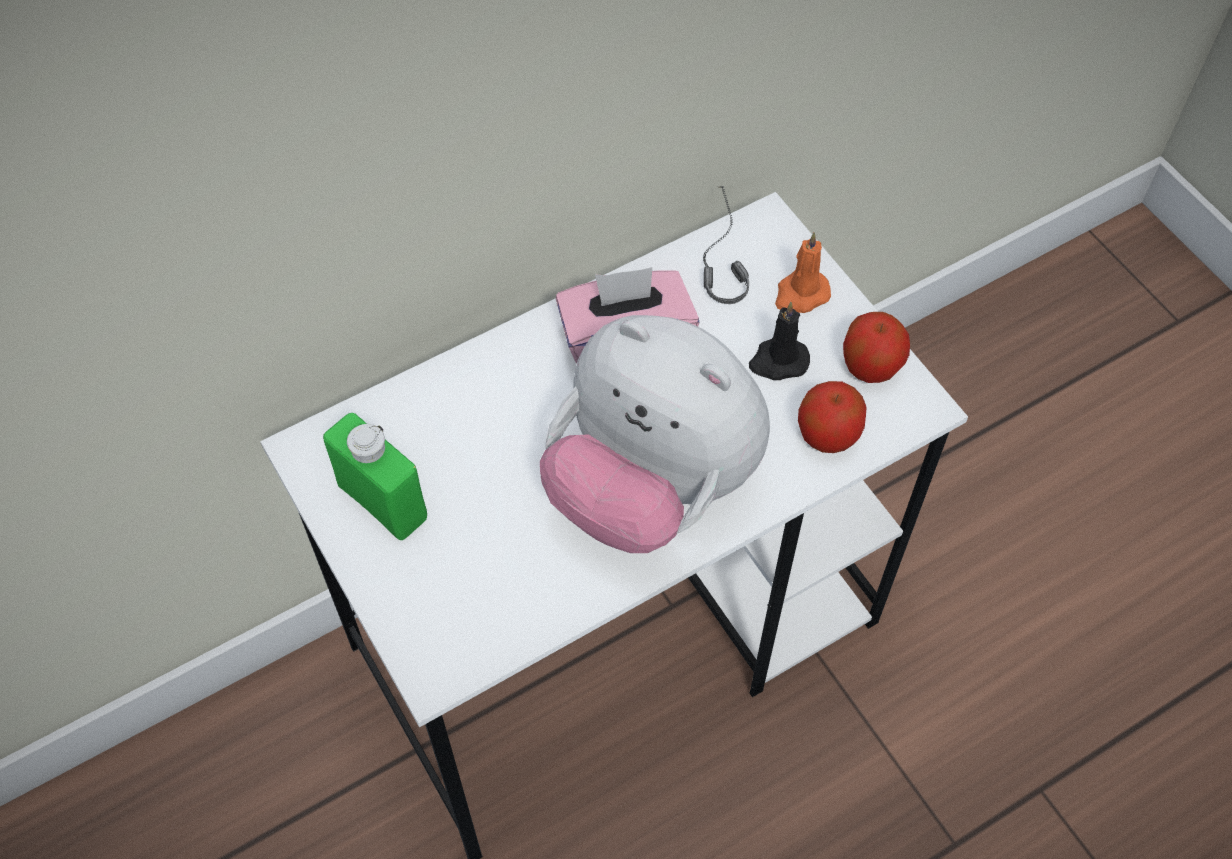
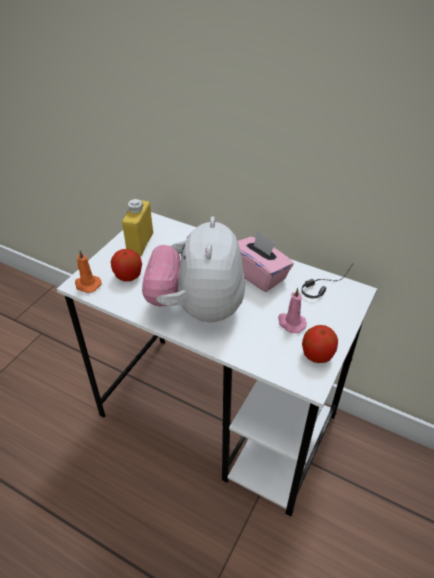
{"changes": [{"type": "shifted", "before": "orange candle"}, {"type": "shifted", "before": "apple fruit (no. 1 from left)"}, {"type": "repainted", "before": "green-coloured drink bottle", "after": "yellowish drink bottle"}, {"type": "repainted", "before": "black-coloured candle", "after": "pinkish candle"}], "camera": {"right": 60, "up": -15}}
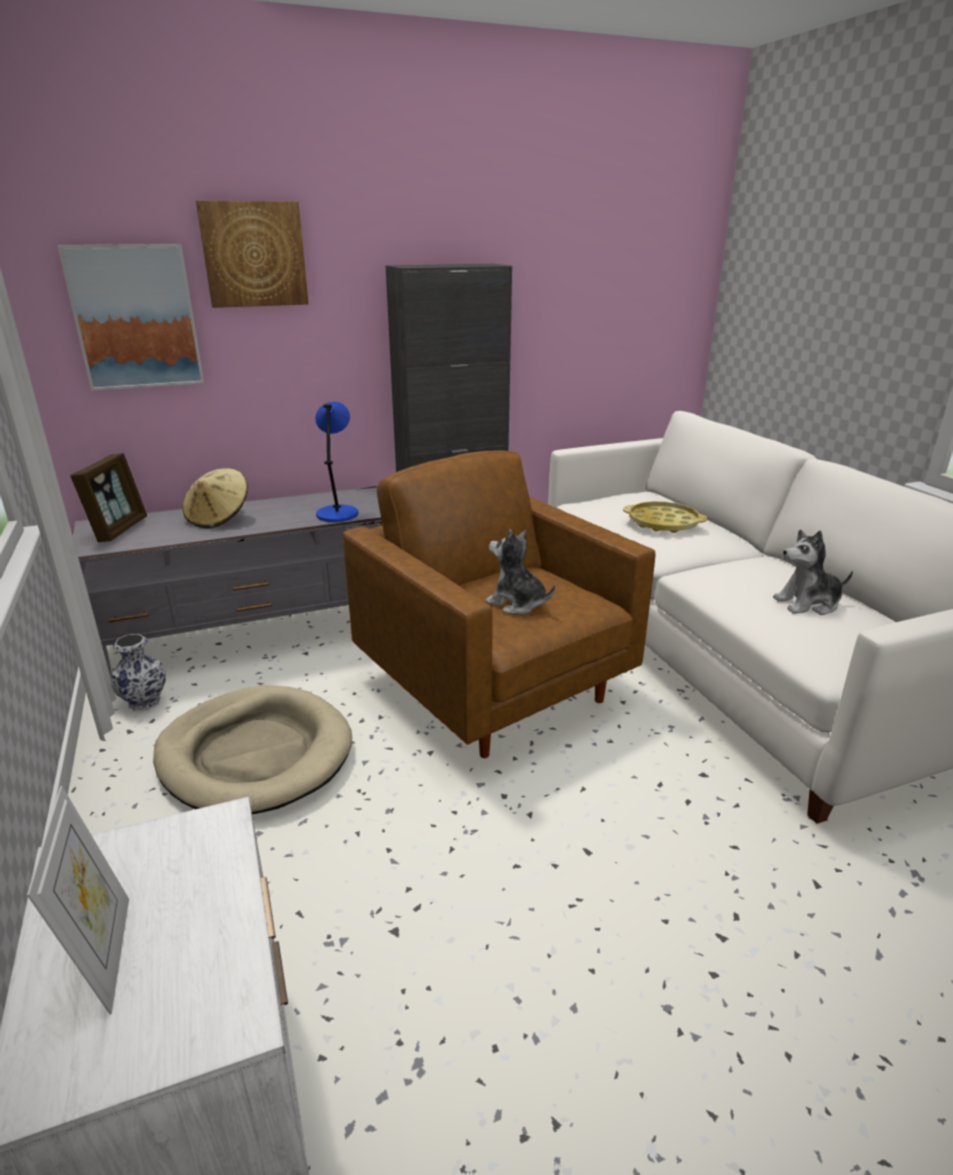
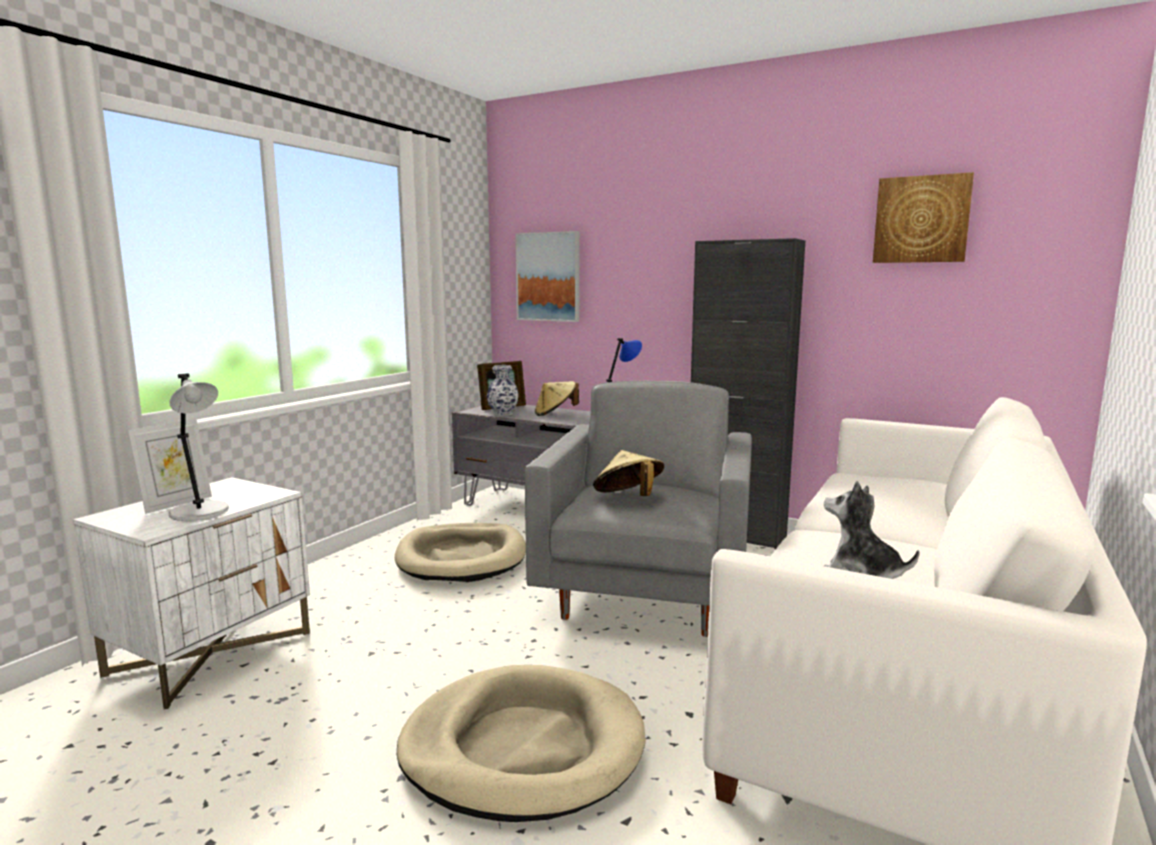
{"changes": [{"type": "new", "after": "gray table lamp"}, {"type": "new", "after": "beige dog cushion (no. 2 from left)"}, {"type": "shifted", "before": "vase"}, {"type": "repainted", "before": "brownish lounge chair", "after": "gray lounge chair"}, {"type": "swapped", "before": "plush toy (no. 1 from left)", "after": "beige clothing hat (no. 2 from left)"}, {"type": "shifted", "before": "wall picture (no. 2 from left)"}, {"type": "gone", "before": "yellowish carrying tray"}], "camera": {"right": 50, "up": -15}}
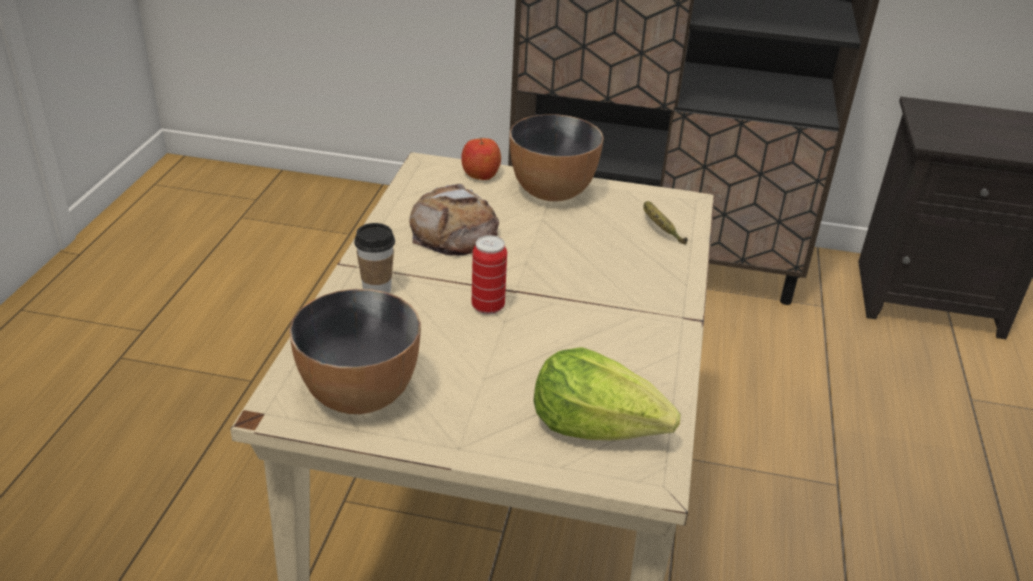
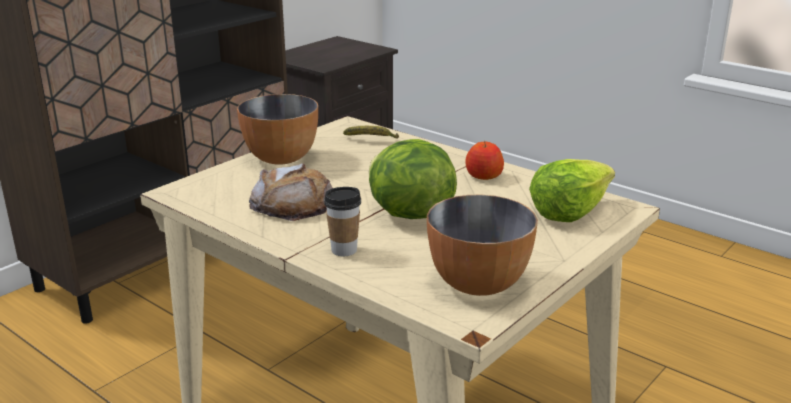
{"changes": [{"type": "swapped", "before": "metal can", "after": "lettuce (no. 1 from left)"}, {"type": "shifted", "before": "apple fruit"}], "camera": {"right": -60, "up": -10}}
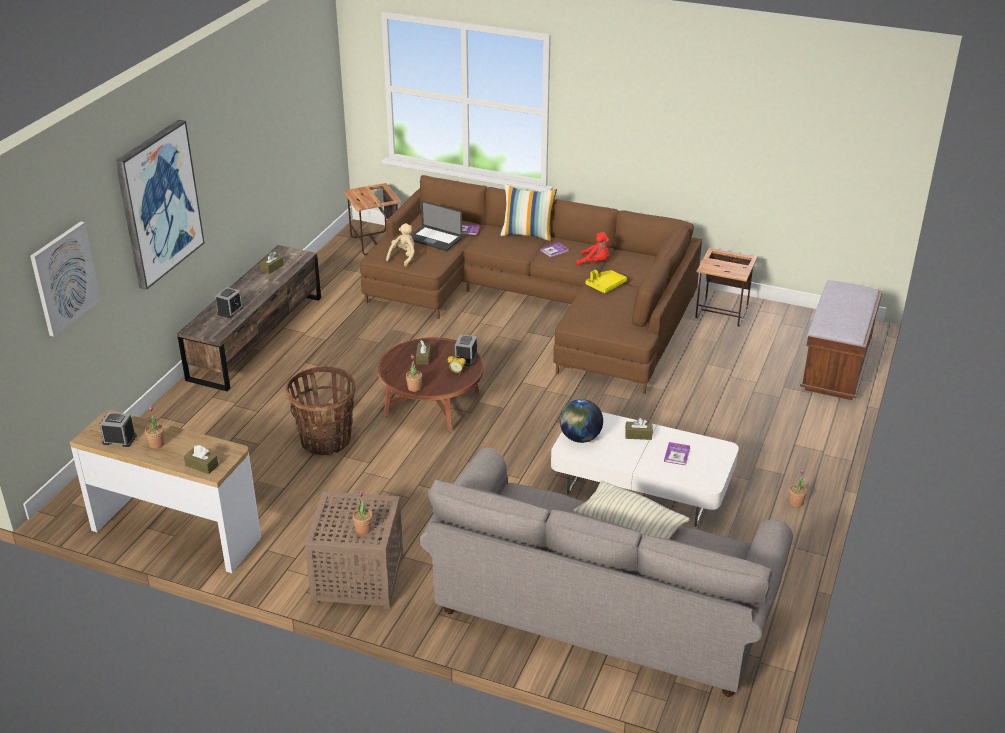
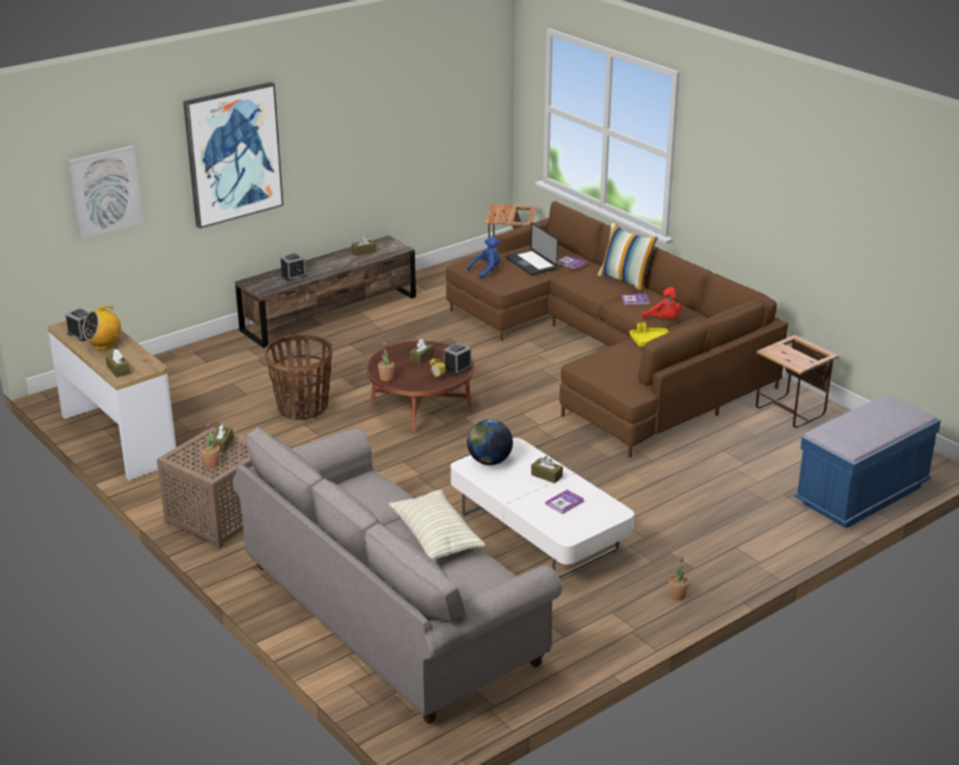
{"changes": [{"type": "swapped", "before": "potted plant (no. 1 from left)", "after": "radio set"}, {"type": "new", "after": "brownish tissue box (no. 2 from left)"}, {"type": "repainted", "before": "beige plush toy", "after": "blue-coloured plush toy"}, {"type": "repainted", "before": "brownish indoor bench", "after": "blue-coloured indoor bench"}], "camera": {"right": 30, "up": -5}}
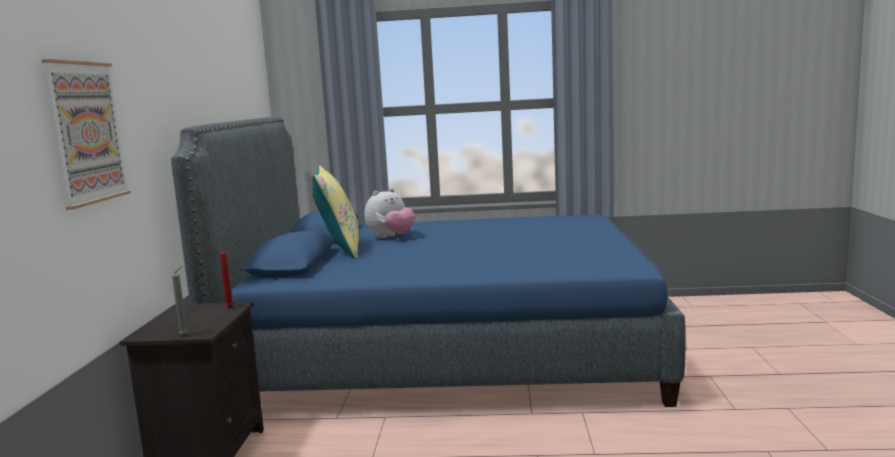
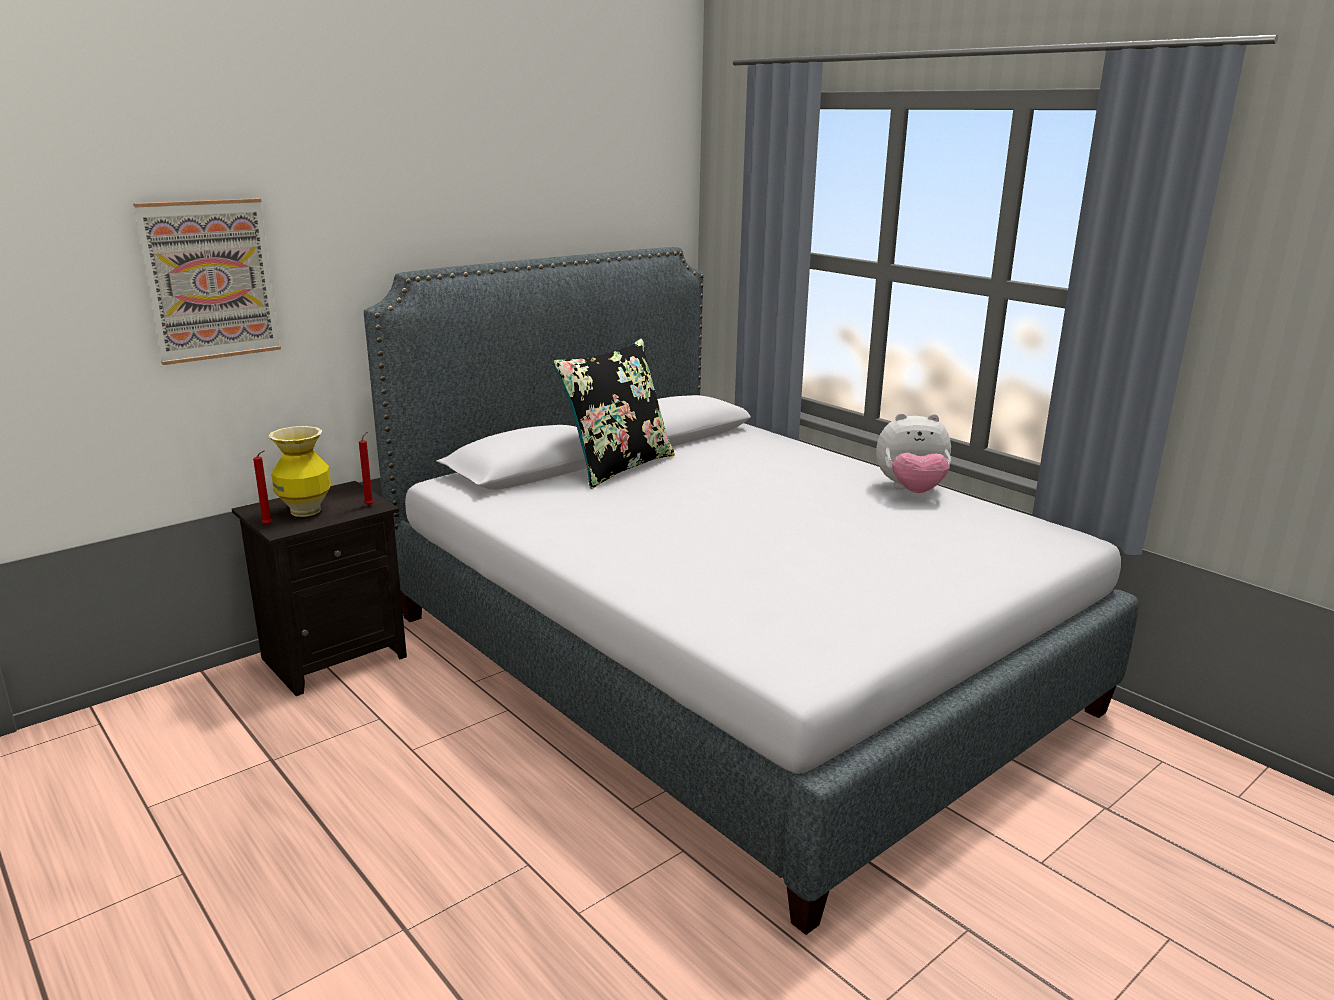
{"changes": [{"type": "repainted", "before": "gray candle", "after": "red candle (no. 1 from left)"}, {"type": "new", "after": "vase"}, {"type": "repainted", "before": "blue-coloured bed", "after": "gray bed"}, {"type": "repainted", "before": "yellowish pillow", "after": "black-coloured pillow"}, {"type": "shifted", "before": "plush toy"}], "camera": {"right": 45, "up": 10}}
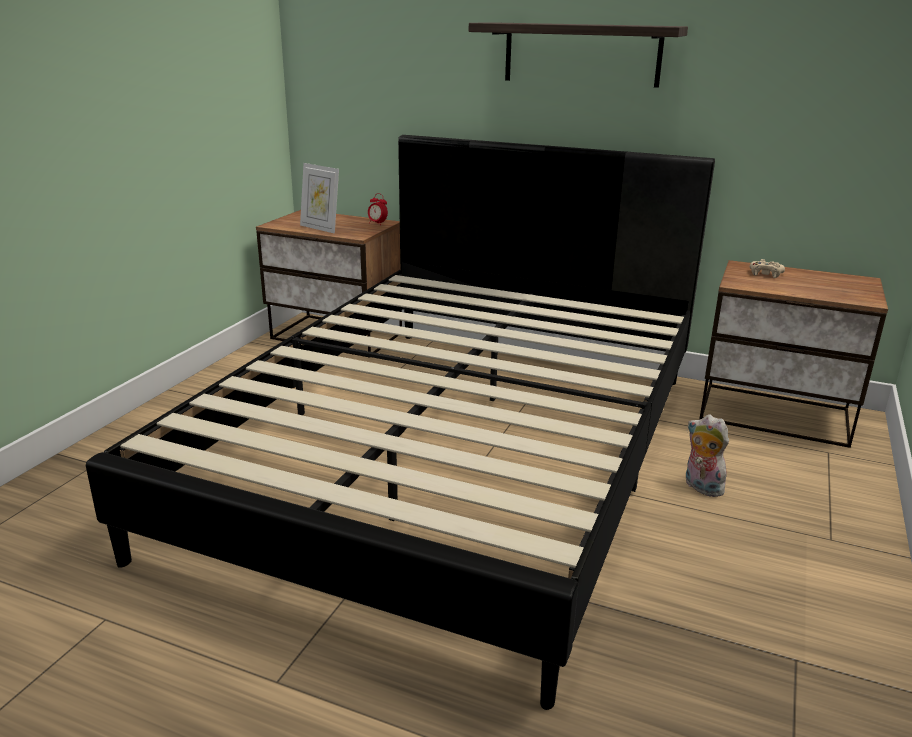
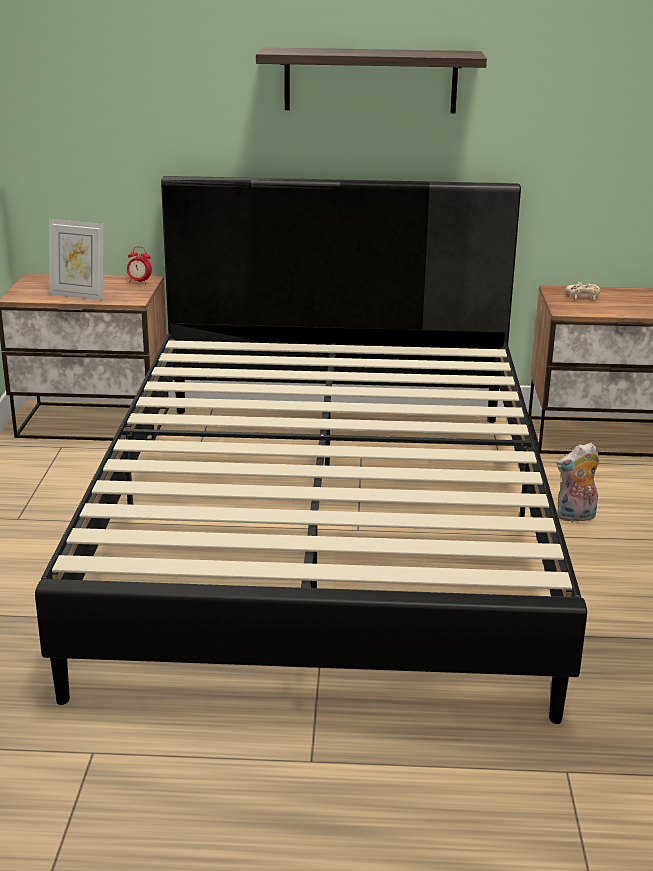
{"changes": [{"type": "rotated", "before": "plush toy", "turn": -45}], "camera": {"right": -20, "up": 0}}
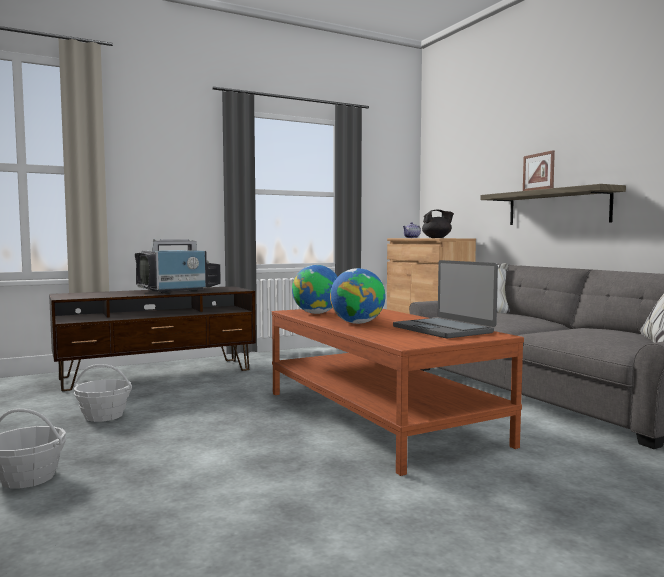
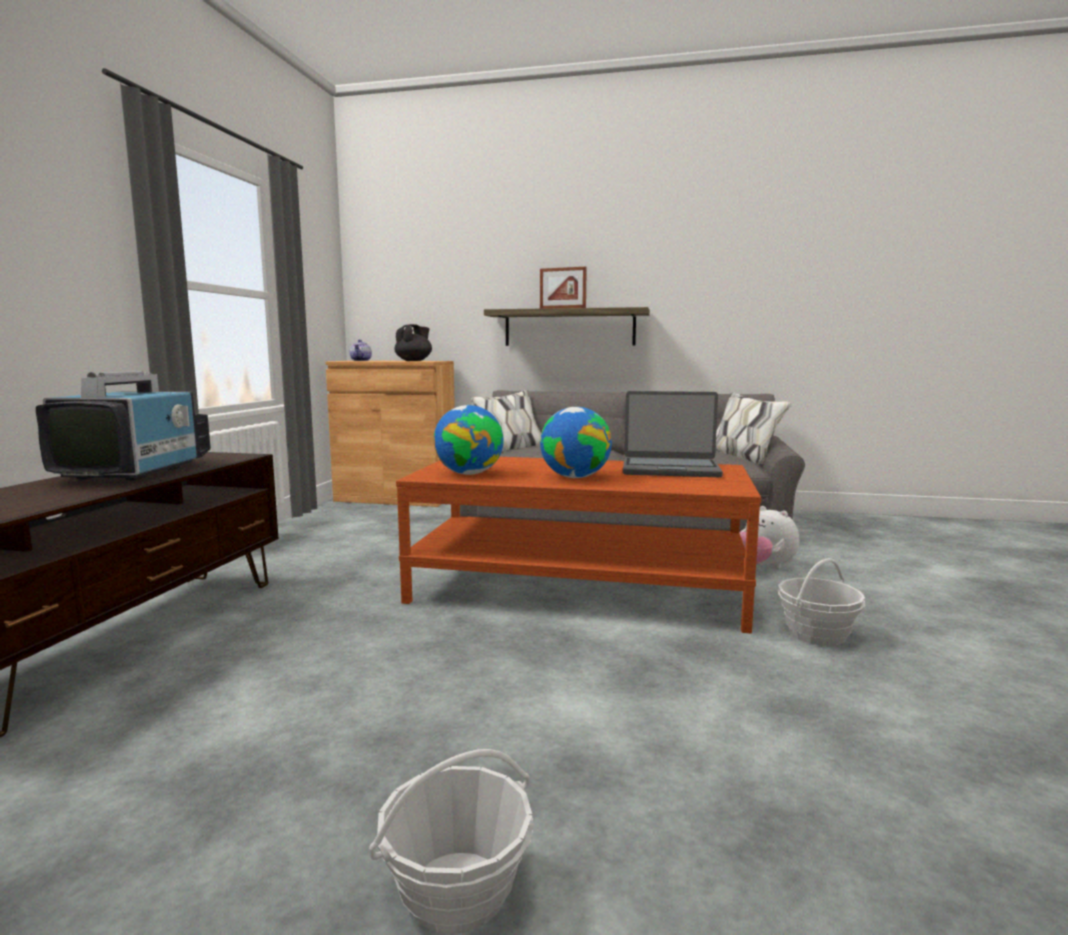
{"changes": [{"type": "new", "after": "plush toy"}, {"type": "shifted", "before": "basket (no. 2 from left)"}], "camera": {"right": -50, "up": 5}}
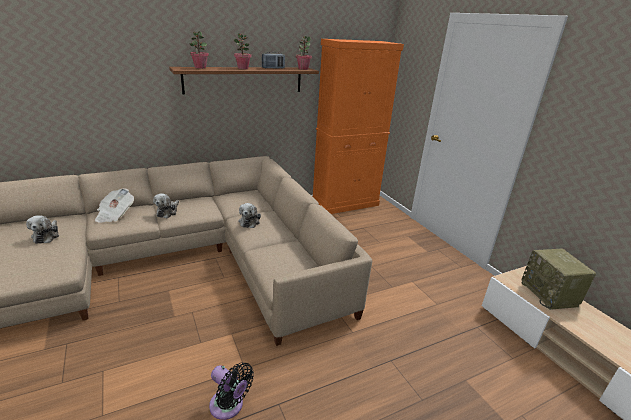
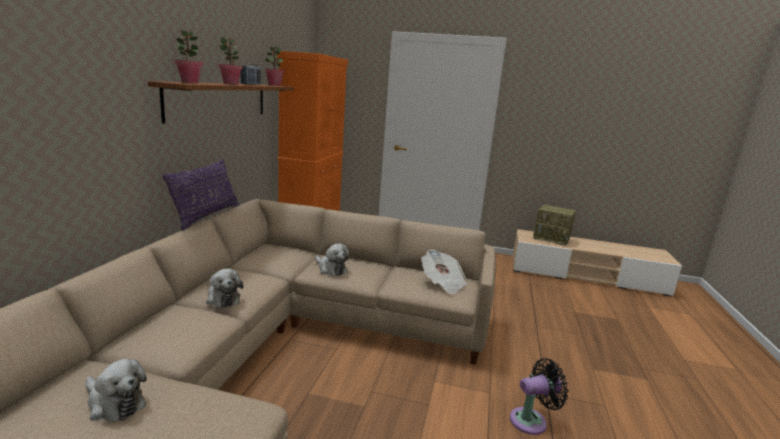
{"changes": [{"type": "new", "after": "purple pillow"}, {"type": "shifted", "before": "printed paper"}], "camera": {"right": -50, "up": -10}}
